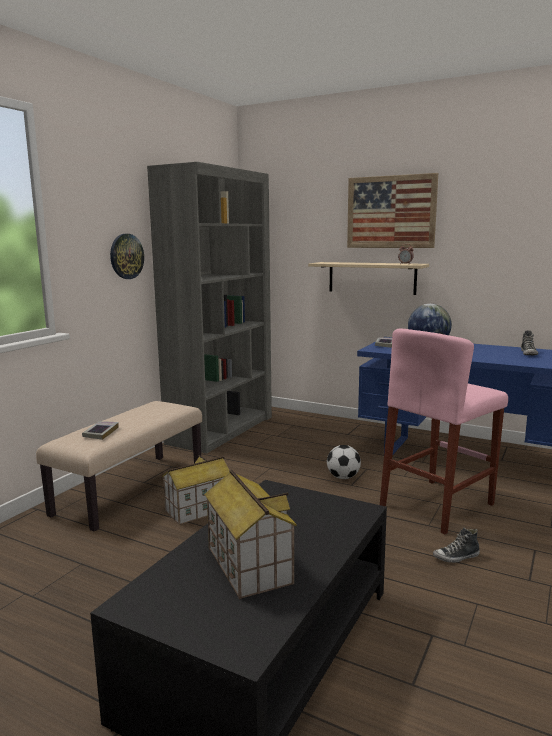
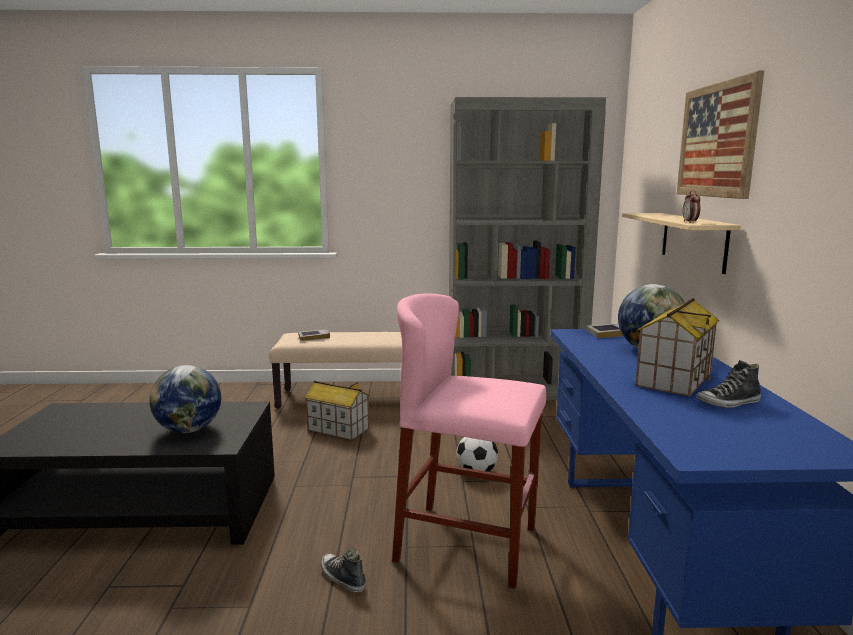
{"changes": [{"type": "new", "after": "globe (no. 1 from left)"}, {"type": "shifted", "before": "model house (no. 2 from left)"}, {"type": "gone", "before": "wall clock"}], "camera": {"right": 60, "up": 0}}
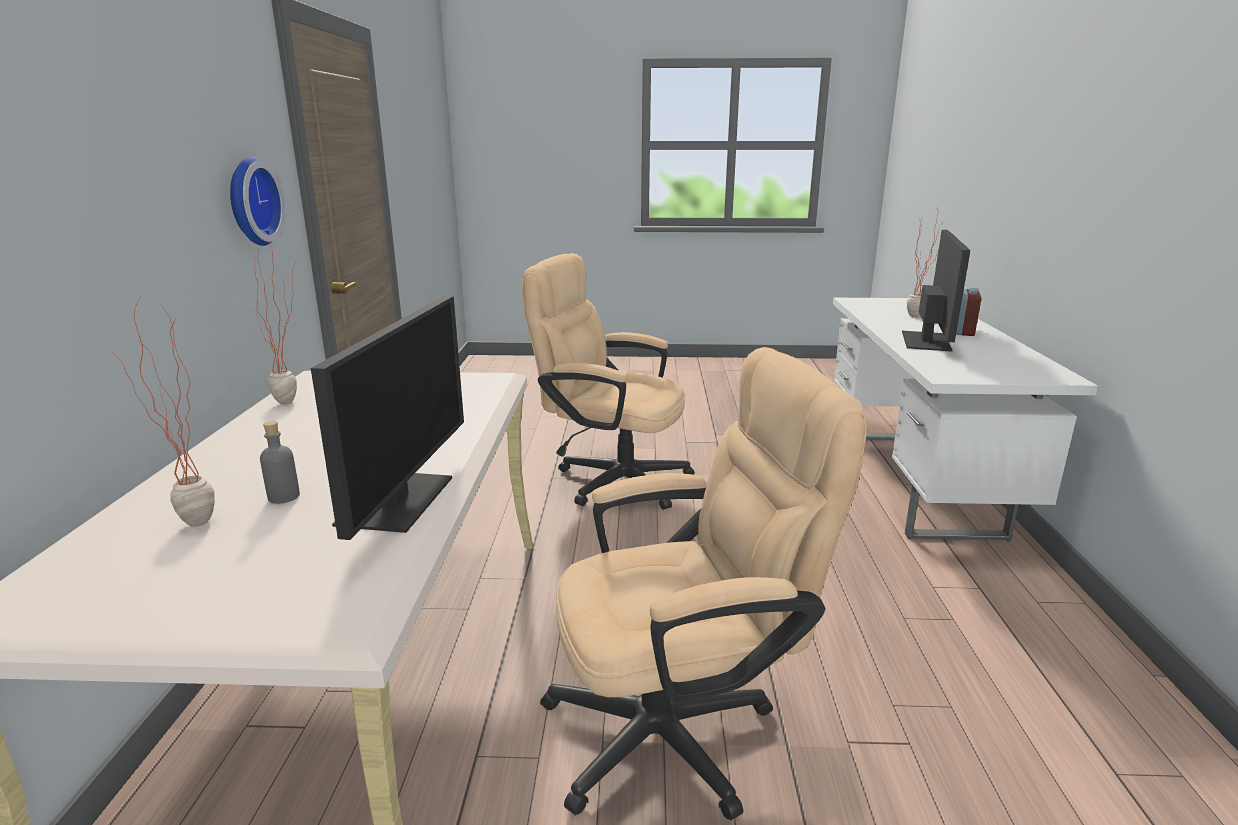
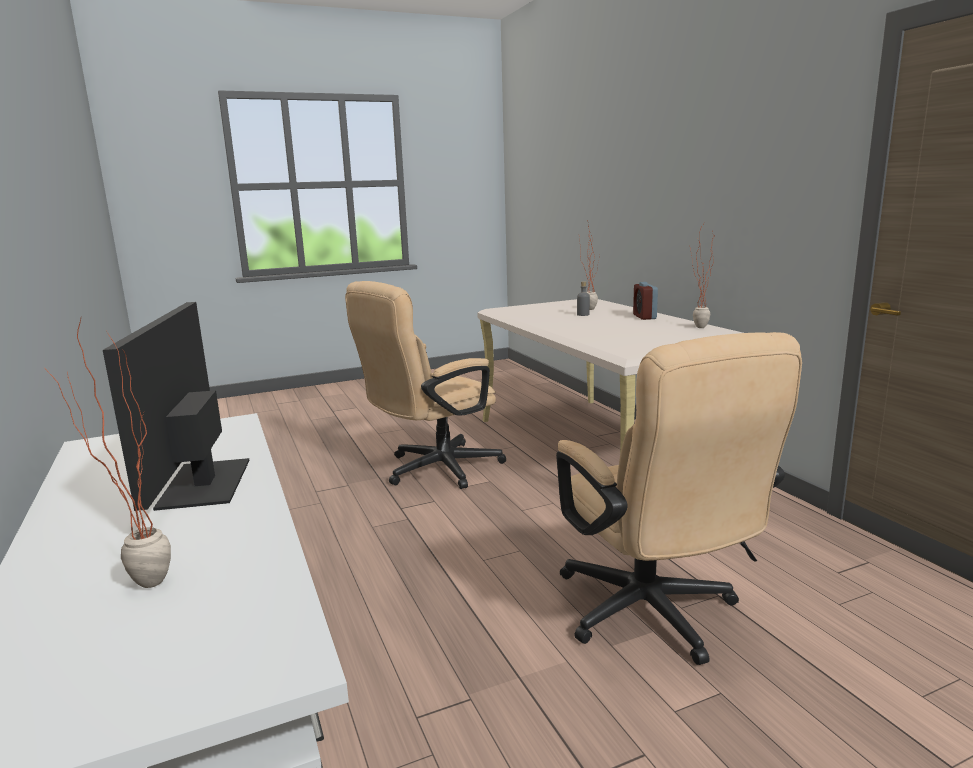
{"changes": [{"type": "rotated", "before": "beige computer chair (no. 1 from left in the first image)", "turn": 75}, {"type": "shifted", "before": "bedside clock"}, {"type": "gone", "before": "wall clock"}, {"type": "gone", "before": "computer screen (no. 1 from left)"}], "camera": {"right": 155, "up": -5}}
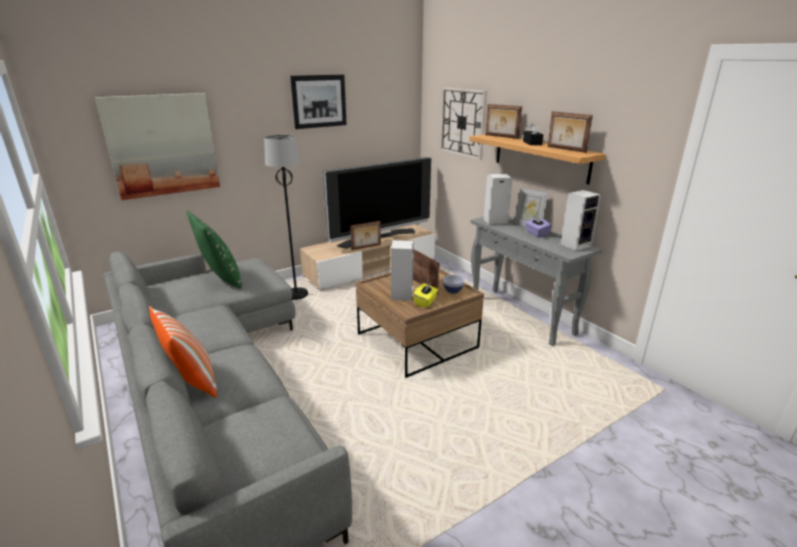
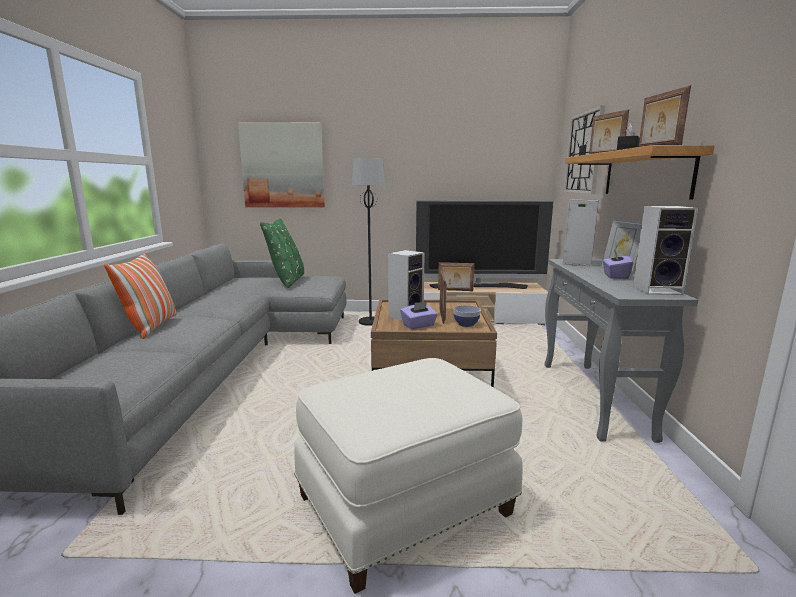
{"changes": [{"type": "new", "after": "white-coloured ottoman"}, {"type": "repainted", "before": "yellowish tissue box", "after": "purple tissue box (no. 1 from left)"}, {"type": "gone", "before": "wall picture (no. 2 from left)"}], "camera": {"right": 35, "up": -10}}
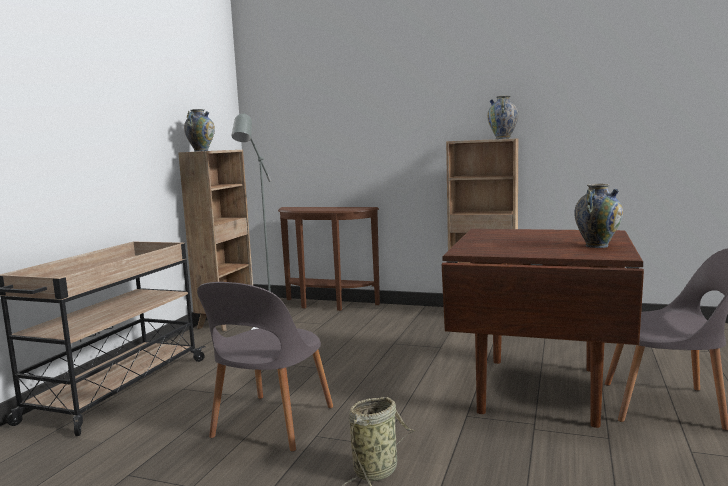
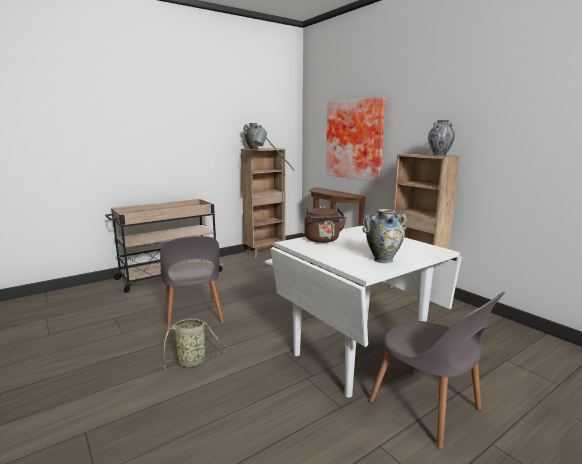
{"changes": [{"type": "rotated", "before": "gray plain chair (no. 1 from left)", "turn": -75}, {"type": "repainted", "before": "brownish dinner table", "after": "white-coloured dinner table"}, {"type": "new", "after": "brownish water kettle"}, {"type": "new", "after": "wall picture"}], "camera": {"right": 35, "up": 5}}
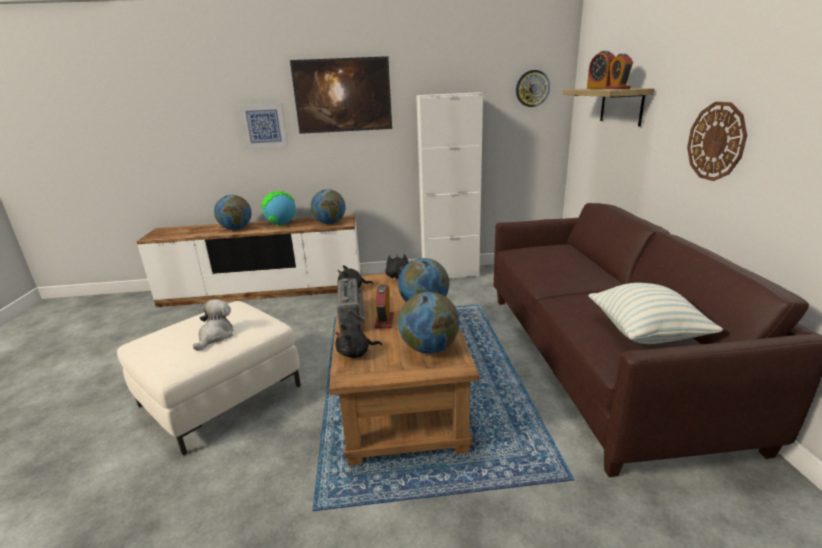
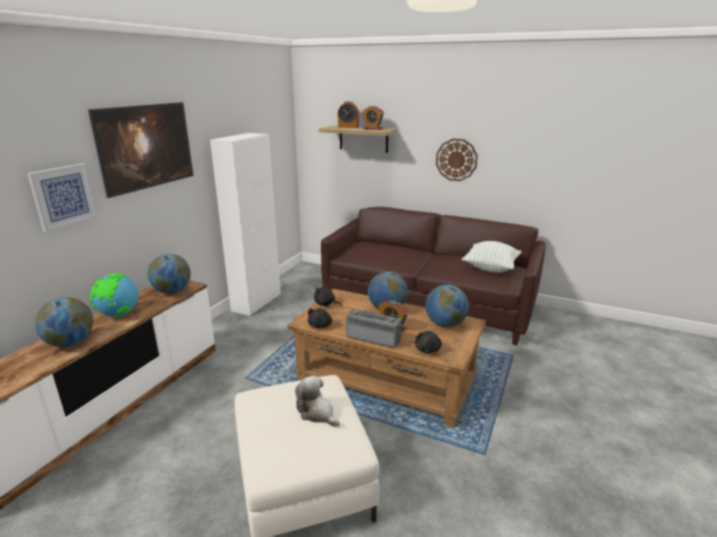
{"changes": [{"type": "gone", "before": "wall clock (no. 1 from left)"}], "camera": {"right": -60, "up": 0}}
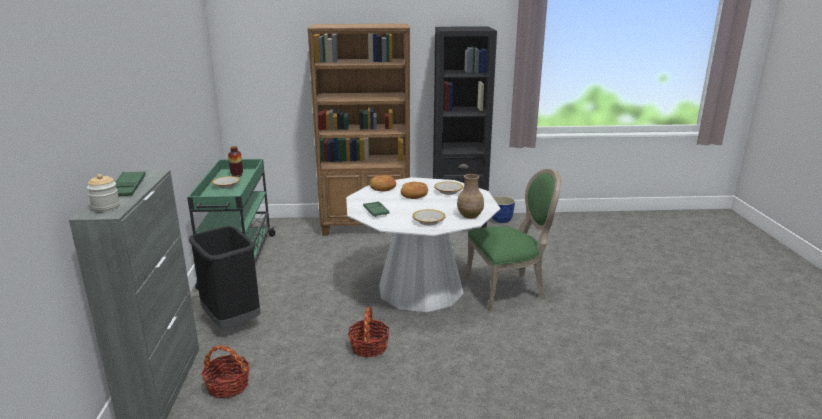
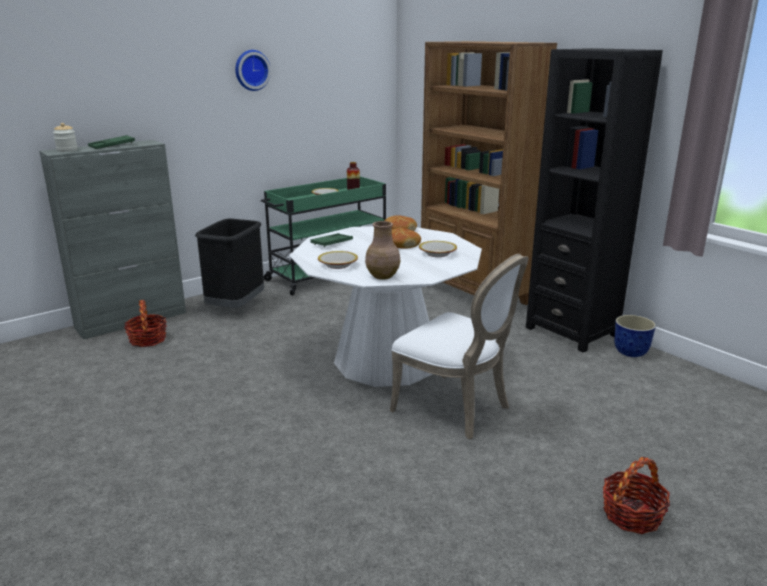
{"changes": [{"type": "new", "after": "wall clock"}, {"type": "repainted", "before": "green-coloured plain chair", "after": "white-coloured plain chair"}, {"type": "shifted", "before": "basket (no. 2 from left)"}], "camera": {"right": 55, "up": 0}}
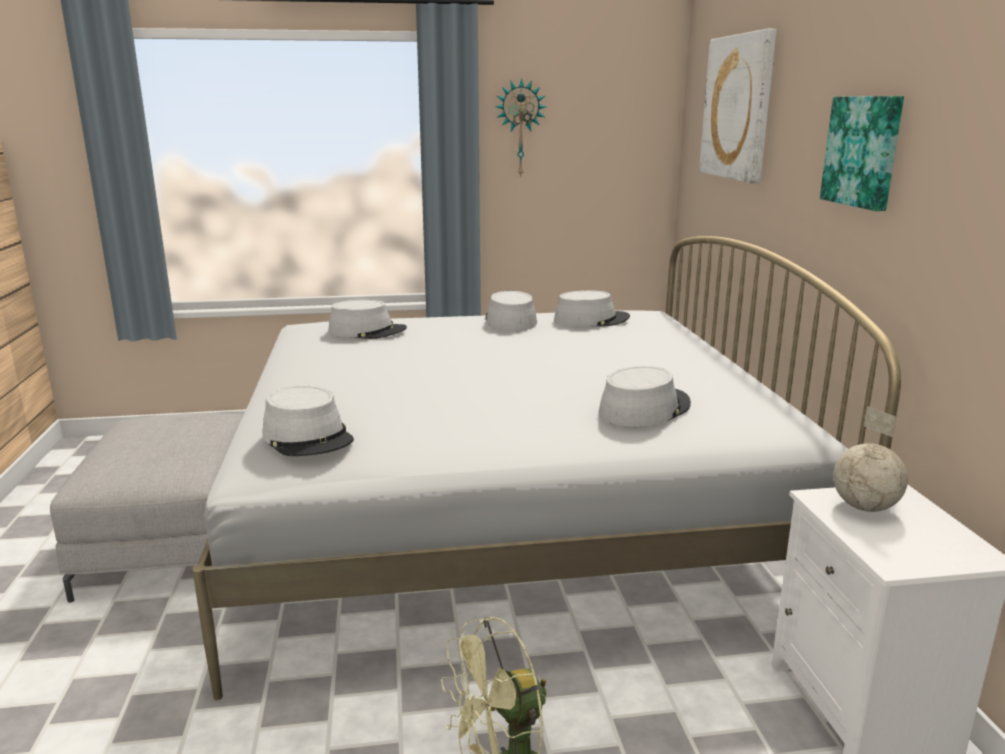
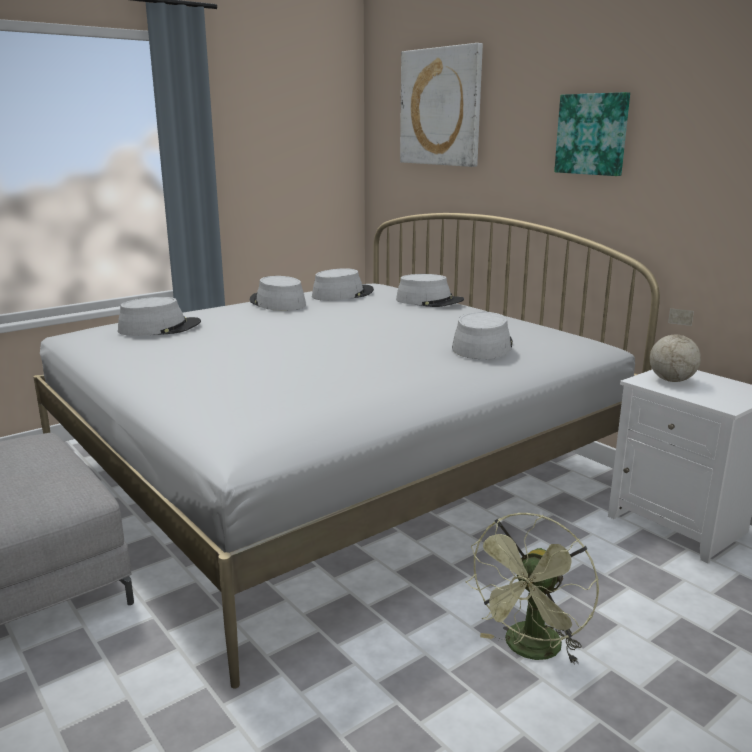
{"changes": [{"type": "shifted", "before": "gray clothing hat (no. 1 from left in the first image)", "after": "gray clothing hat (no. 4 from left)"}, {"type": "gone", "before": "wall clock"}], "camera": {"right": -30, "up": 0}}
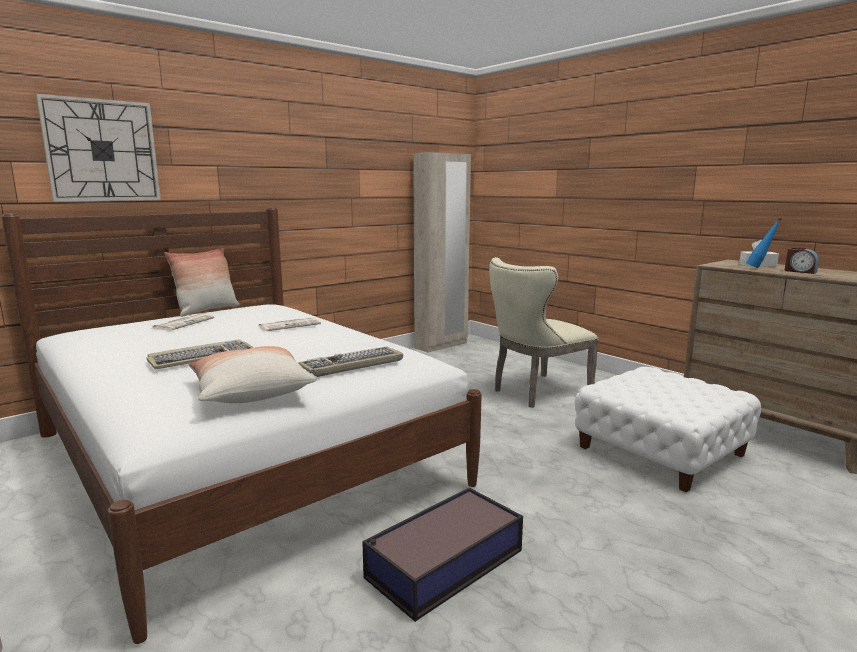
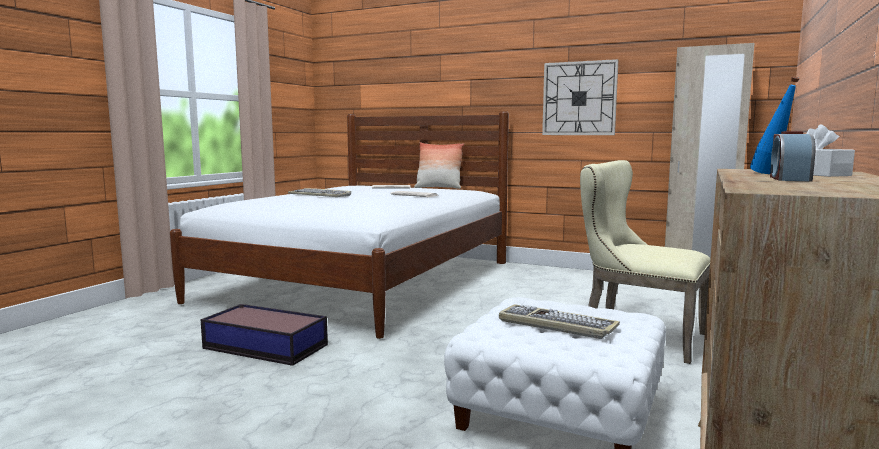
{"changes": [{"type": "shifted", "before": "PC keyboard (no. 2 from left)"}, {"type": "shifted", "before": "wall clock"}, {"type": "gone", "before": "pillow (no. 2 from left)"}], "camera": {"right": 65, "up": -5}}
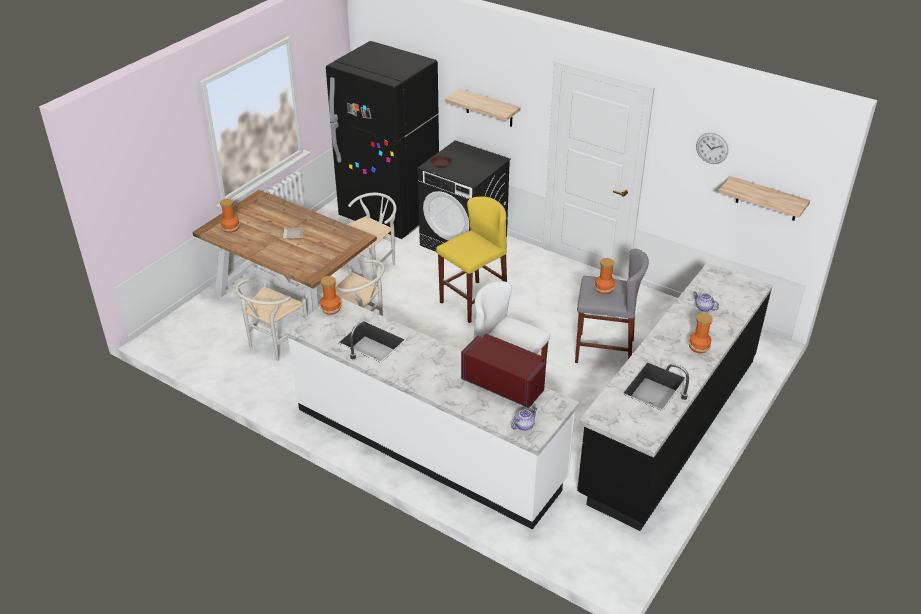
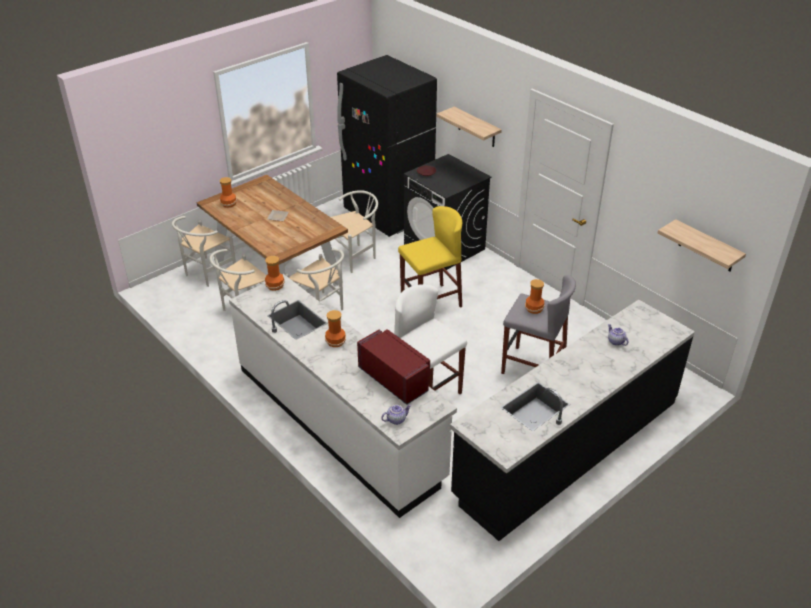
{"changes": [{"type": "new", "after": "white-coloured plain chair (no. 1 from left)"}, {"type": "shifted", "before": "vase (no. 4 from left in the first image)", "after": "vase (no. 3 from left)"}, {"type": "gone", "before": "wall clock"}], "camera": {"right": 15, "up": 0}}
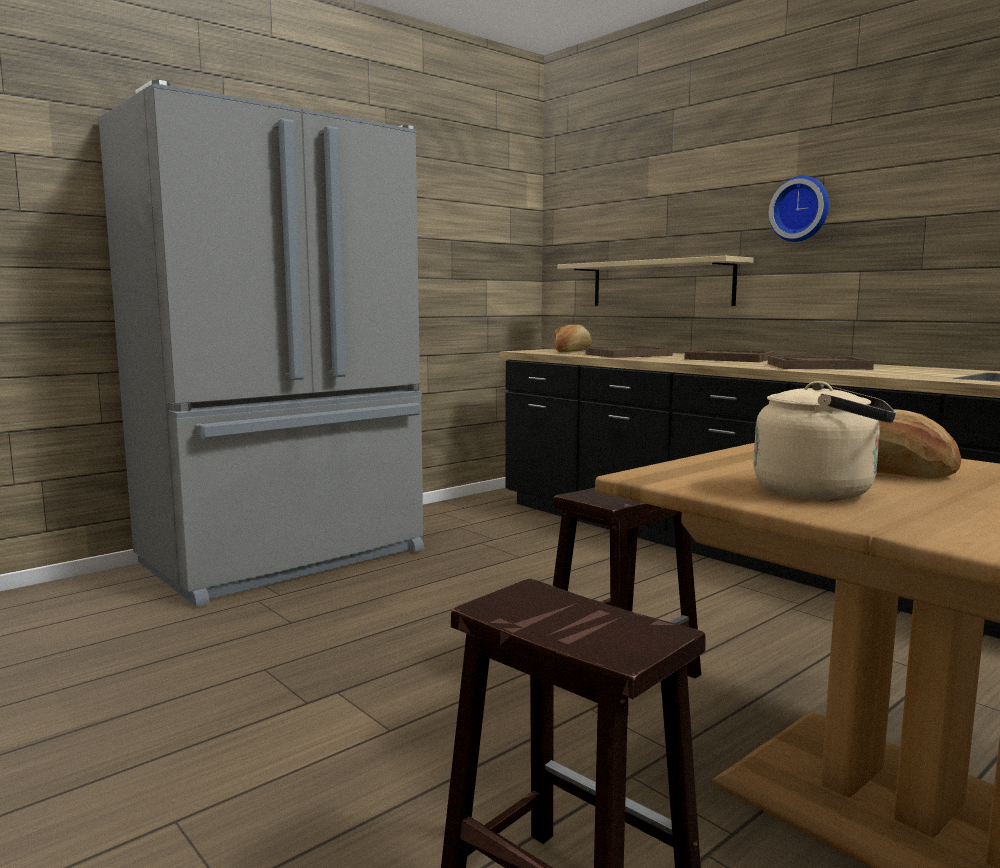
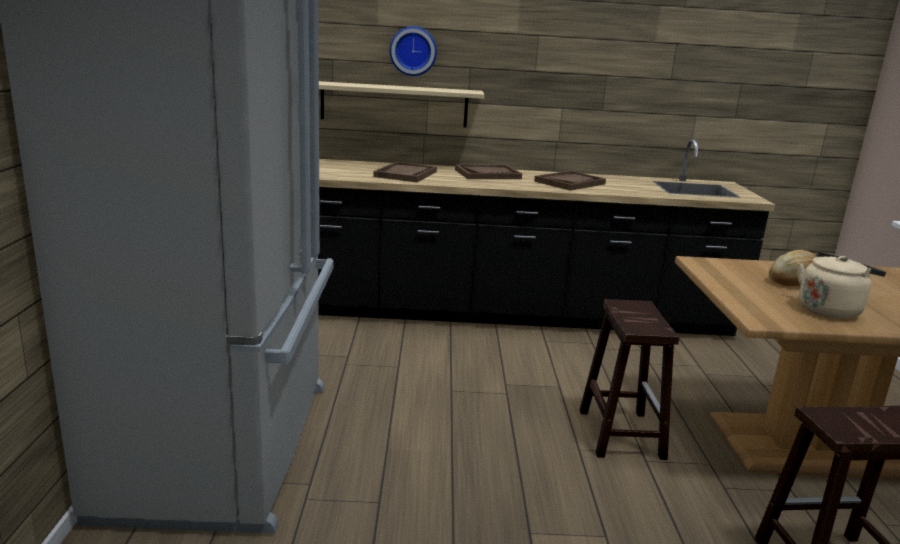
{"changes": [{"type": "shifted", "before": "wall clock"}, {"type": "gone", "before": "baked bread (no. 1 from left)"}], "camera": {"right": -50, "up": 10}}
